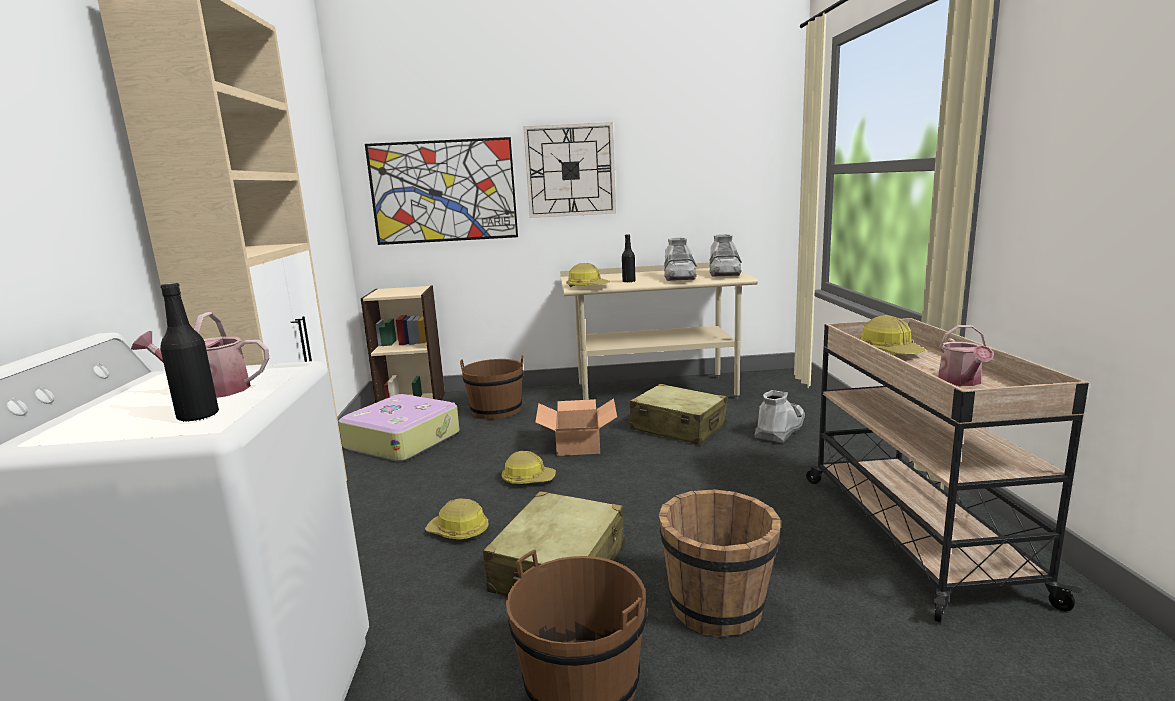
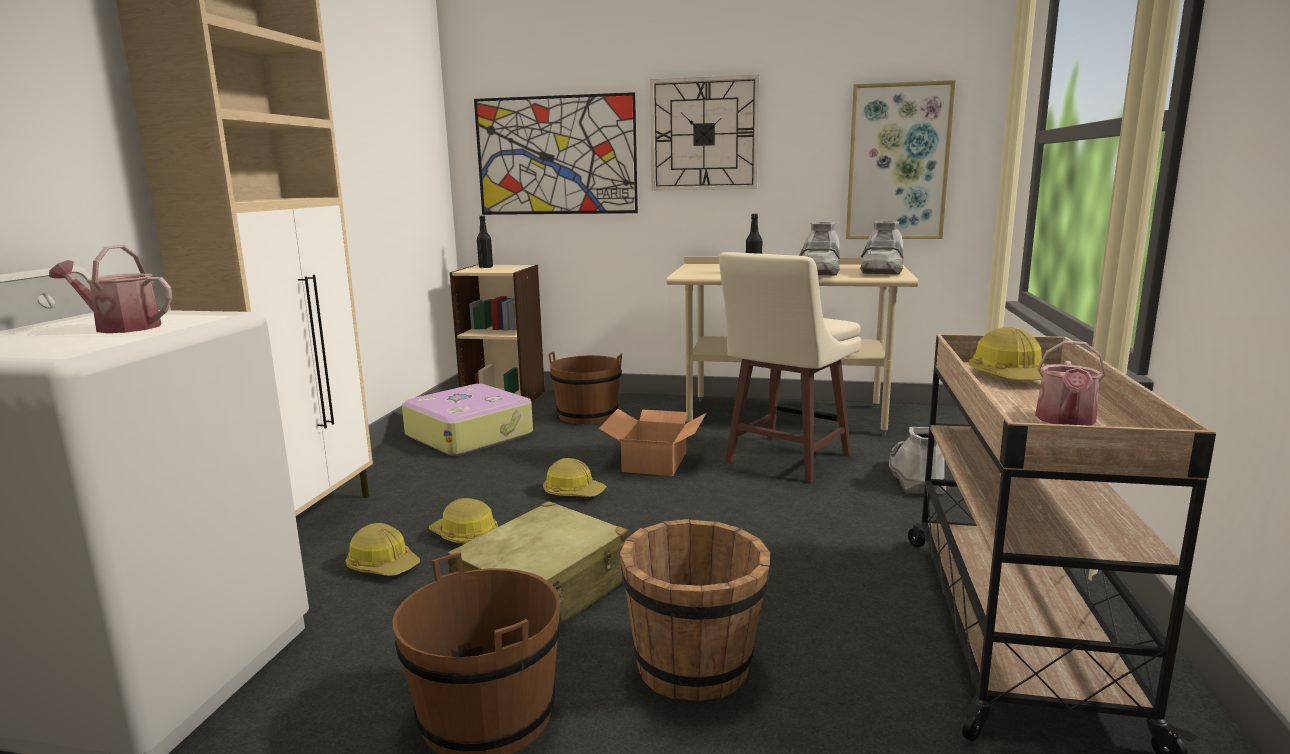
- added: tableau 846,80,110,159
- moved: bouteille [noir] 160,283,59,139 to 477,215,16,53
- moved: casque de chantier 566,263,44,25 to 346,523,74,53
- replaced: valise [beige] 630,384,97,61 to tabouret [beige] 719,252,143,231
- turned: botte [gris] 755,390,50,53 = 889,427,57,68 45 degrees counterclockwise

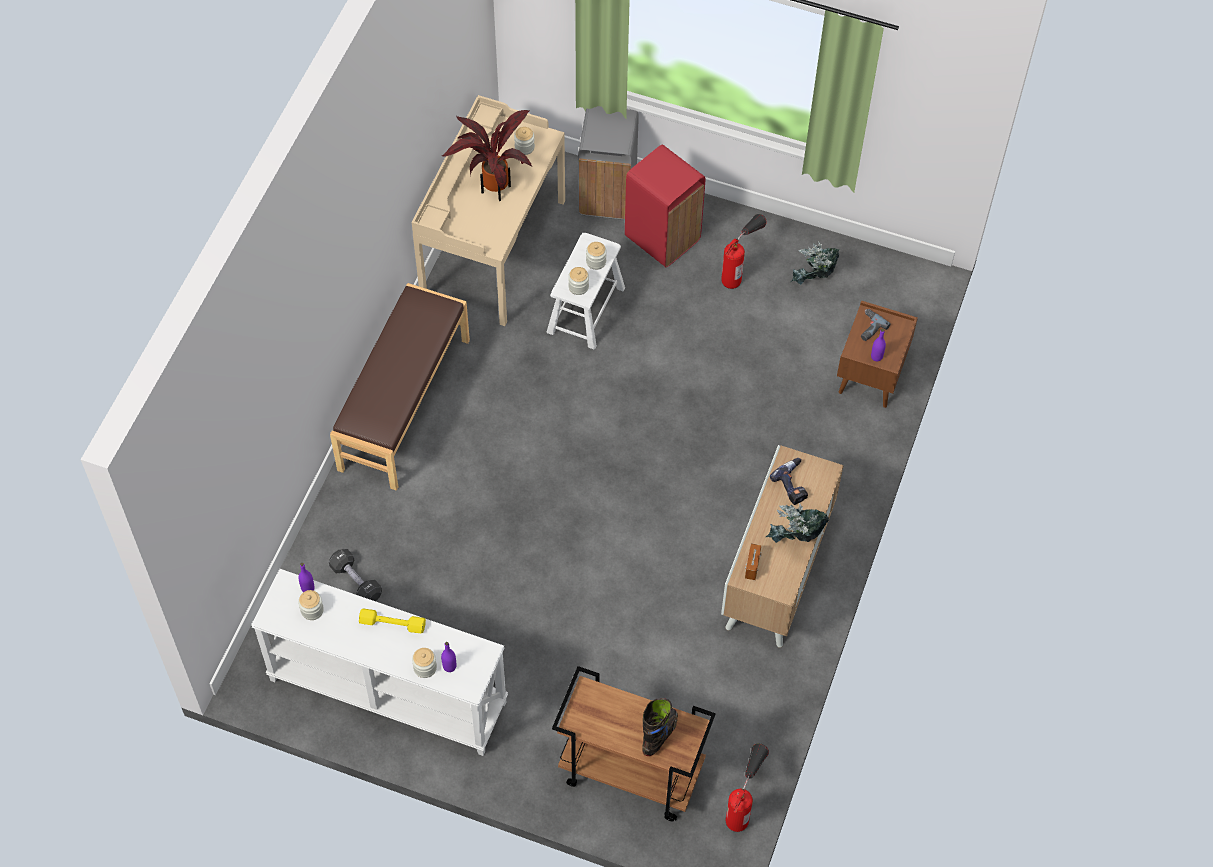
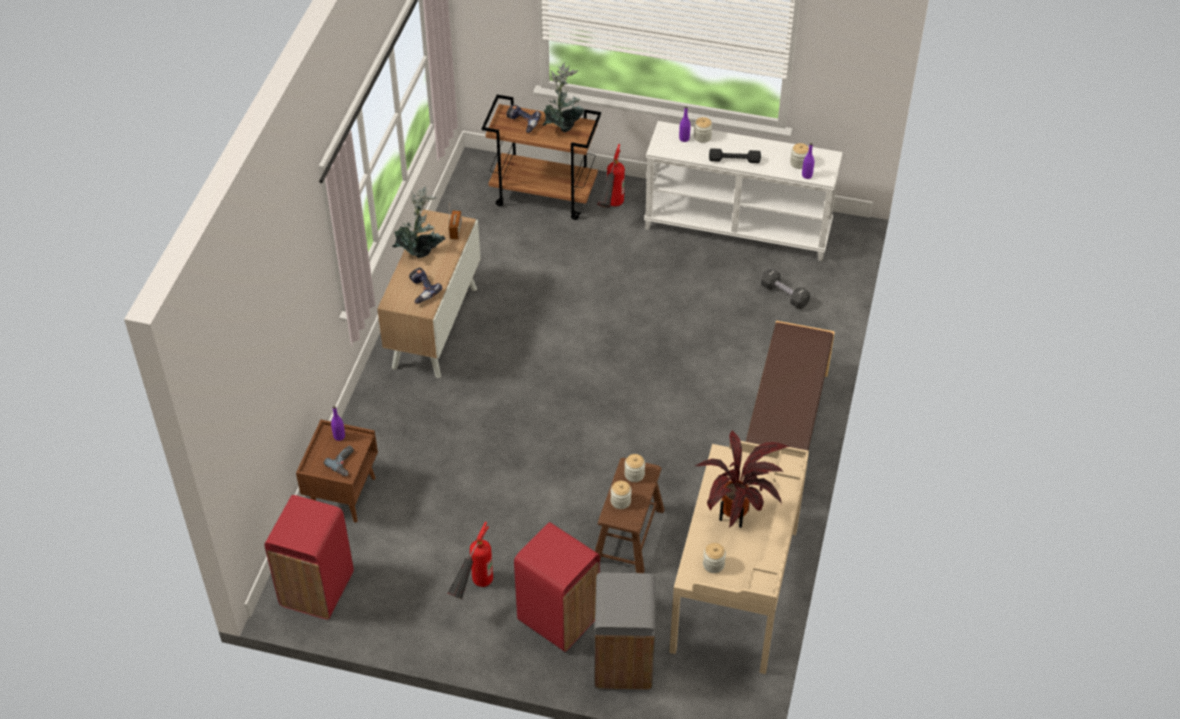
- added: poubelle [rouge] 265,495,89,124
- moved: extincteur 725,743,44,89 to 597,144,28,64
- moved: plante en pot 791,241,48,44 to 542,62,43,71
- replaced: botte [noir] 642,698,36,58 to perceuse 507,104,34,29
- recoloured: haltère [jaune] 359,608,67,25 to haltère [noir] 709,148,52,15
- recoloured: tabouret [blanc] 547,233,78,116 to tabouret [marron] 595,458,69,115

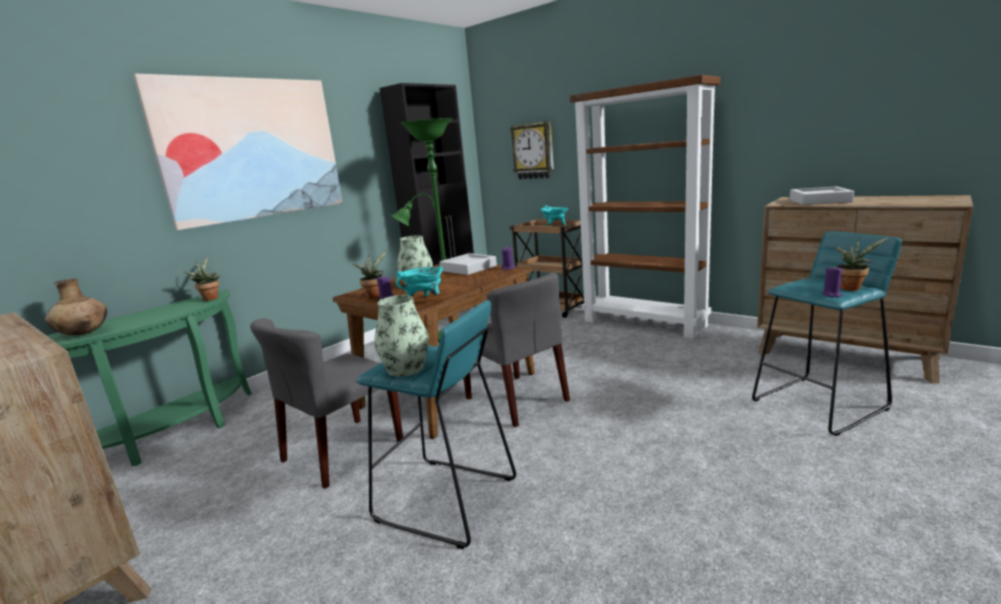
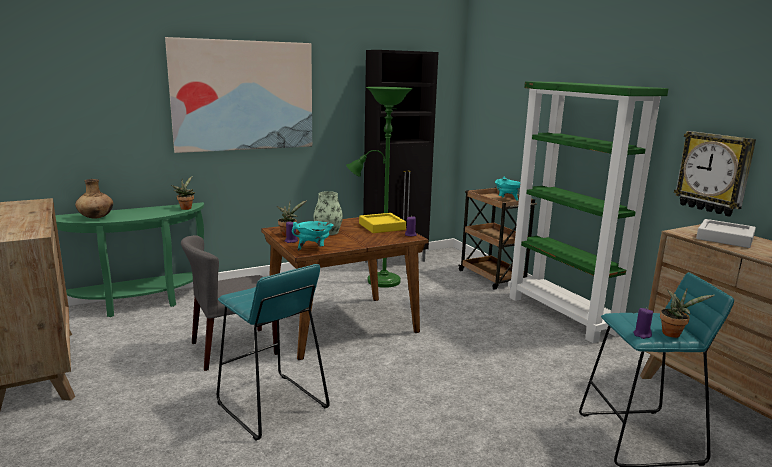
- removed: vase 374,295,55,82
- removed: chaise [gris] 463,273,107,154
- moved: horloge murale 510,121,44,58 to 674,131,82,86
- recoloured: plateau [gris] 440,253,57,22 to plateau [jaune] 359,213,47,20
- recoloured: bibliothèque [marron] 570,75,151,264 to bibliothèque [vert] 508,81,160,262

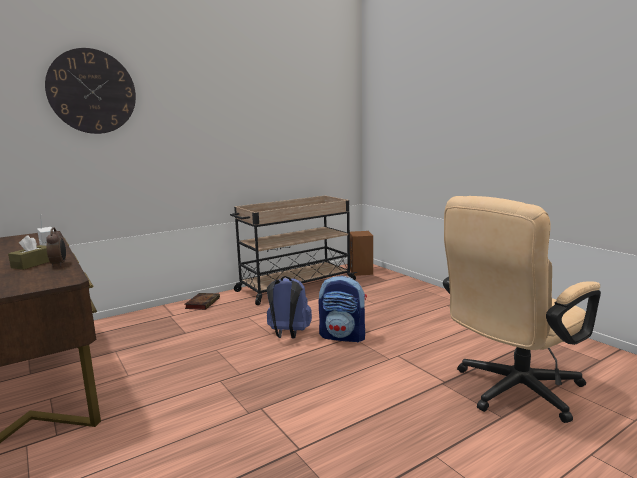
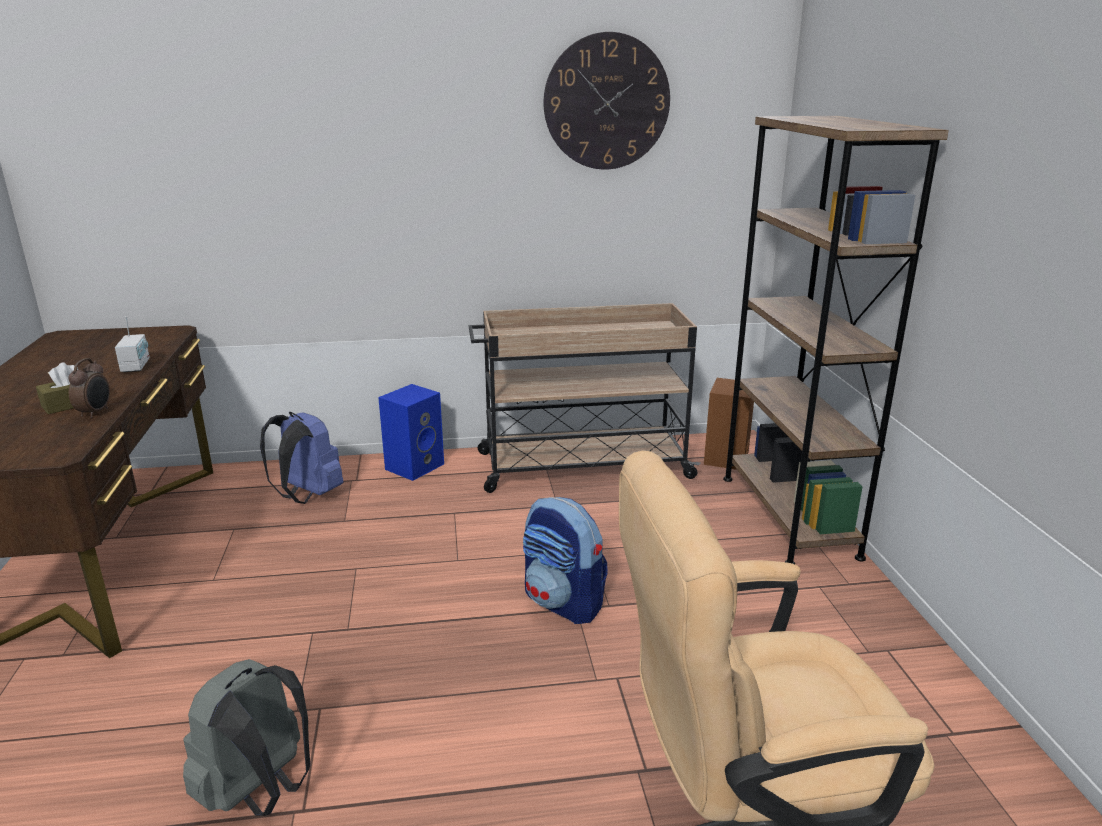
- added: sac à dos [gris] 183,659,127,157
- added: bibliothèque [marron] 723,116,226,448
- moved: horloge murale 45,48,91,86 to 544,32,126,138
- moved: sac à dos [bleu] 267,276,45,63 to 260,412,84,92
- replaced: livre 184,293,36,17 to enceinte [bleu] 378,384,66,97

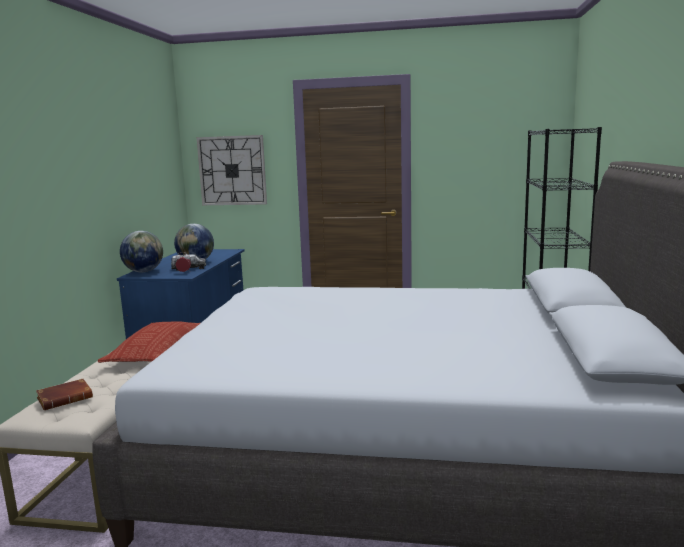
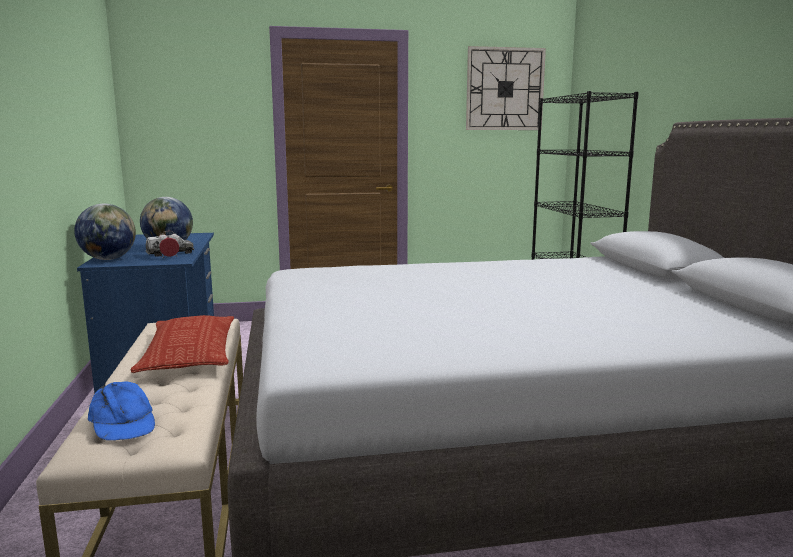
- moved: horloge murale 196,135,71,70 to 466,46,80,84
- replaced: livre [marron] 36,379,57,31 to casquette [bleu] 88,382,67,58

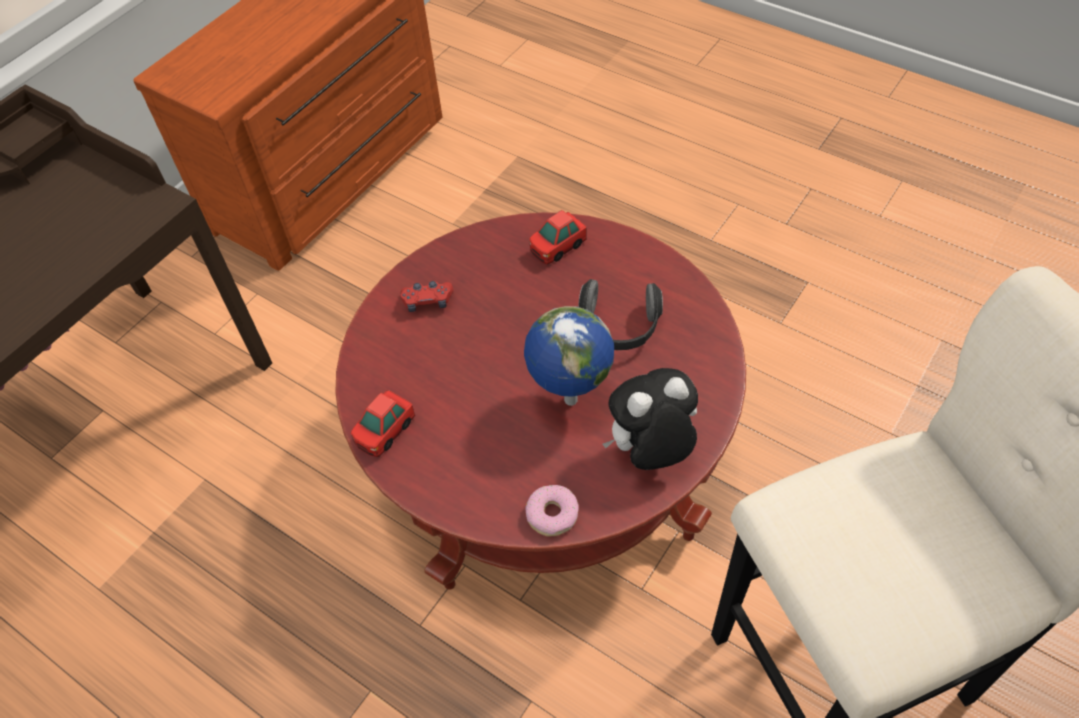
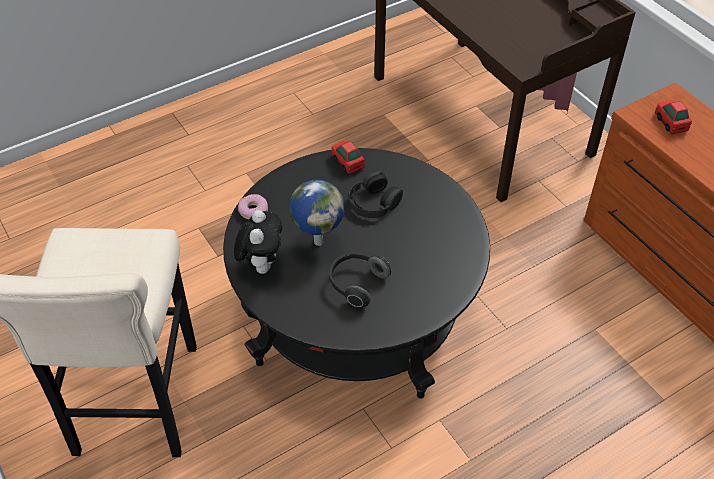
- removed: manette [rouge] 400,281,53,31
- added: casque audio [noir] 349,171,54,47
- moved: petite voiture 529,210,57,54 to 655,100,37,34
- recoloured: table basse [rouge] 335,212,411,378 to table basse [noir] 223,148,267,251

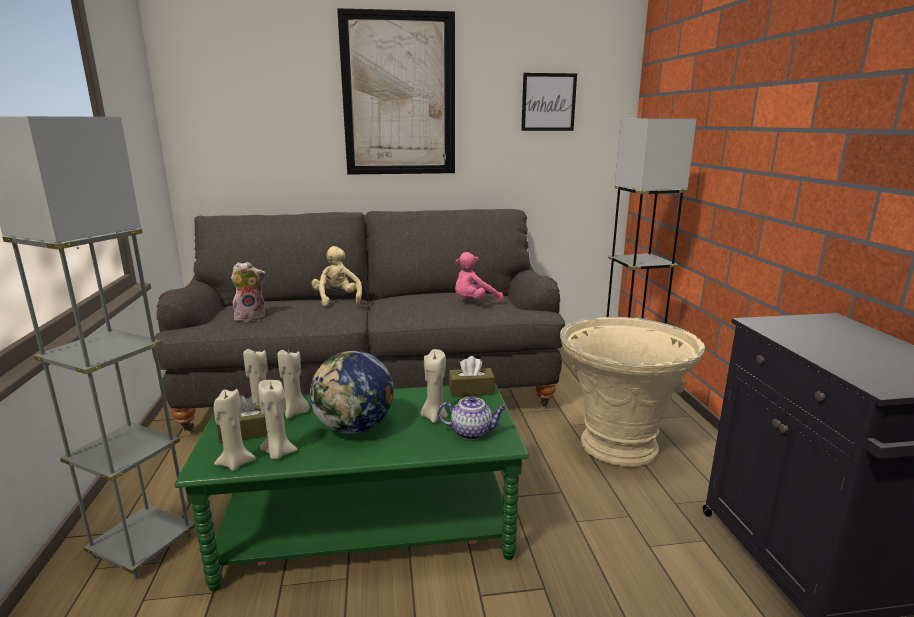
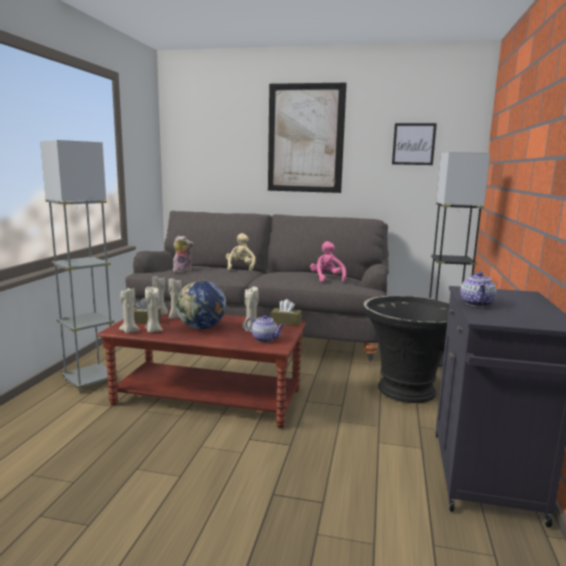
- added: théière 460,272,37,35
- recoloured: table basse [vert] 175,383,354,208 to table basse [marron] 97,310,209,118
- recoloured: cache-pot [beige] 560,317,145,150 to cache-pot [noir] 363,296,86,107
- turned: peluche [rose] 455,252,49,50 = 310,241,36,41 90 degrees clockwise

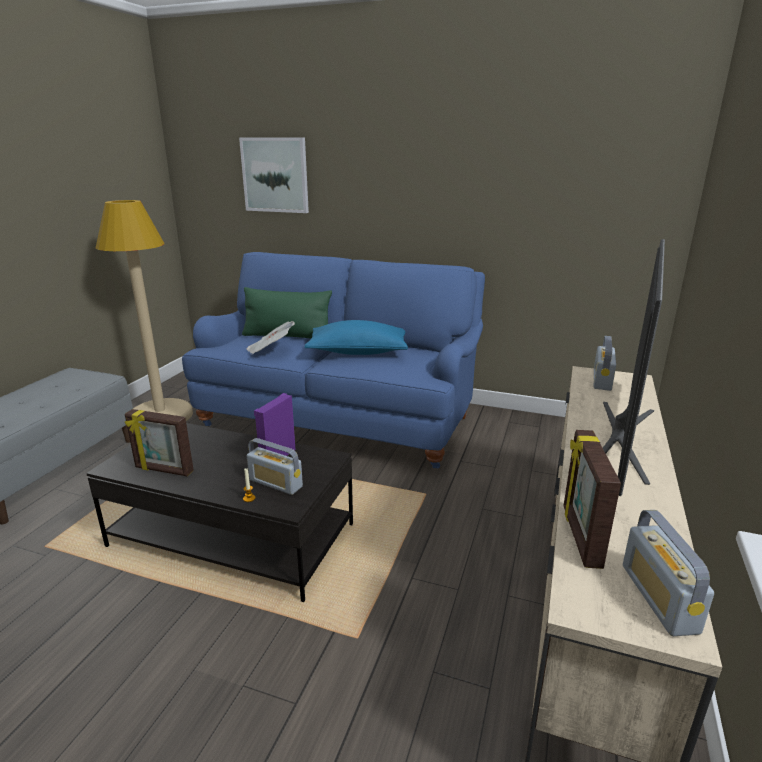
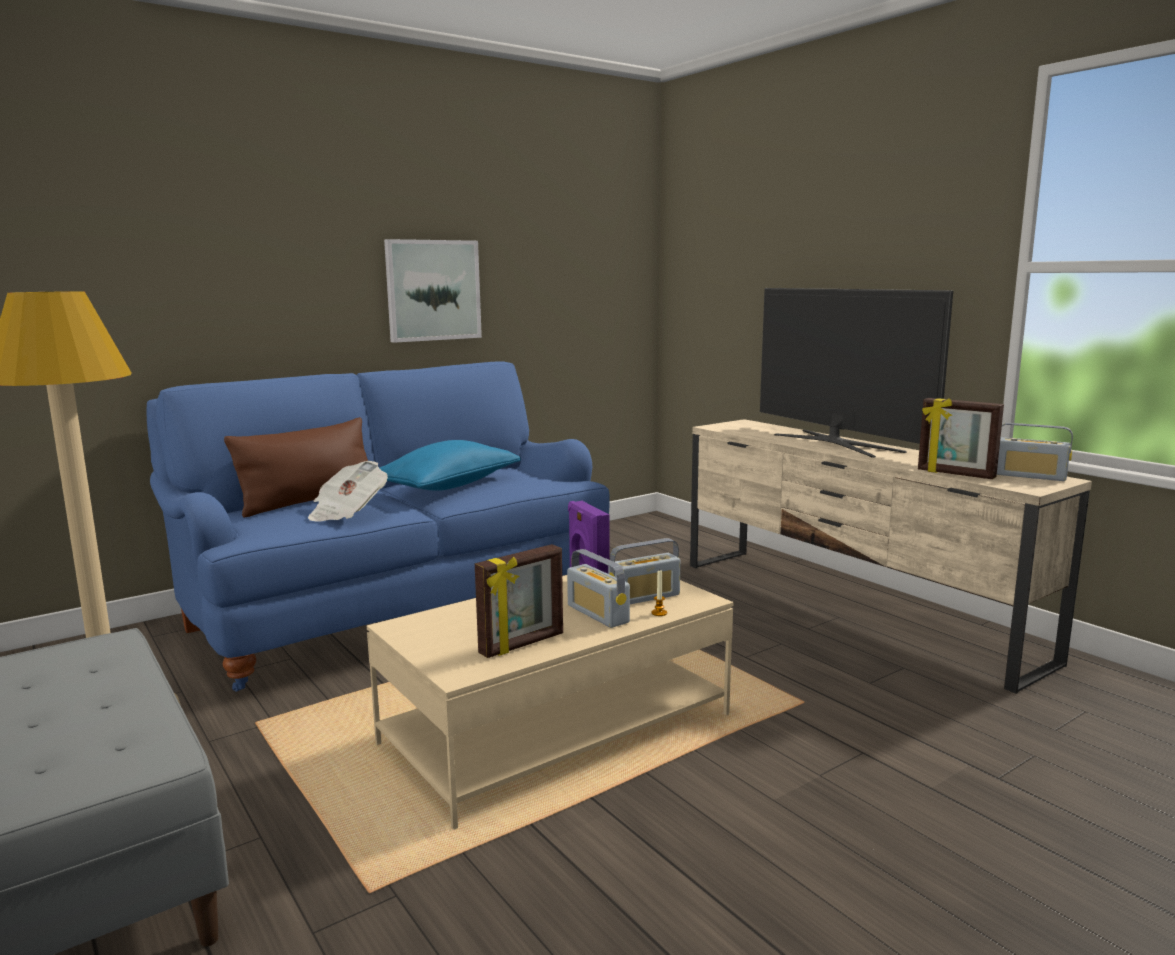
- moved: tableau 239,138,70,75 to 384,239,98,104
- moved: radio 594,336,22,55 to 567,549,63,79
- recoloured: table basse [noir] 86,423,267,179 to table basse [beige] 367,575,367,255
- recoloured: coussin [vert] 242,287,90,51 to coussin [marron] 224,417,144,100

